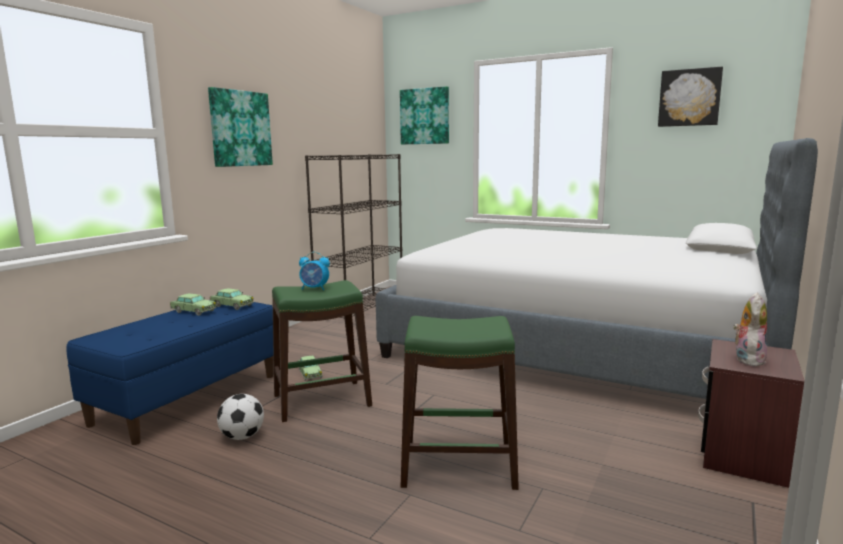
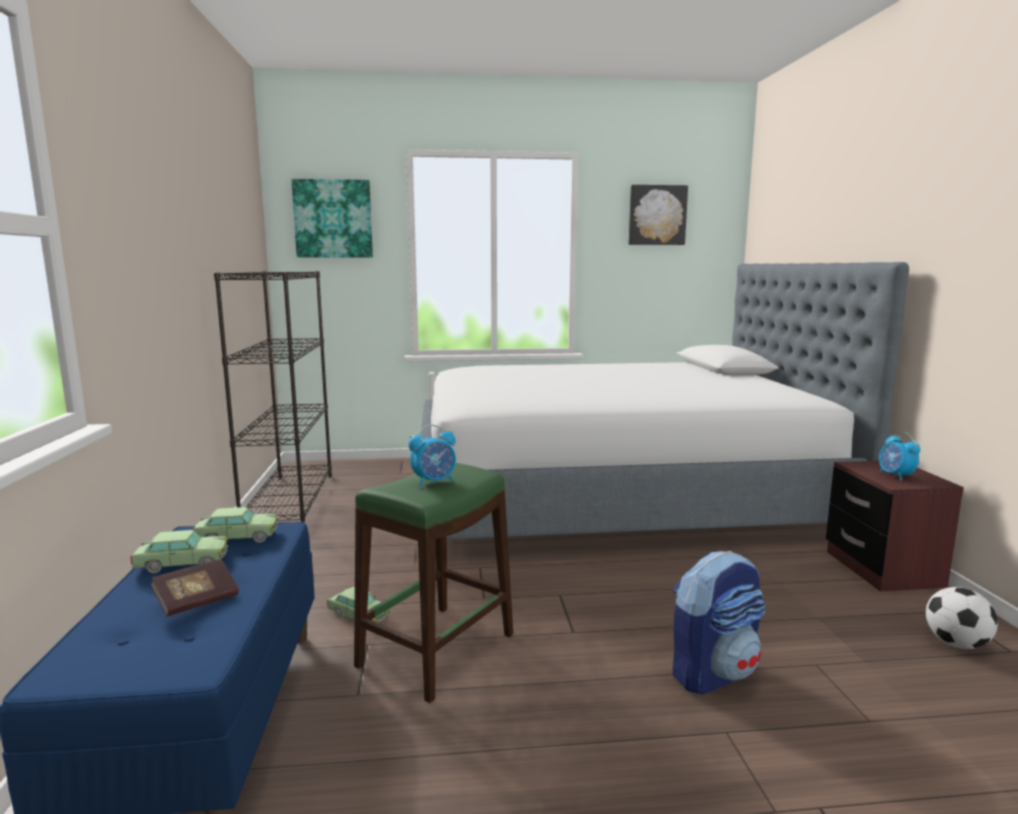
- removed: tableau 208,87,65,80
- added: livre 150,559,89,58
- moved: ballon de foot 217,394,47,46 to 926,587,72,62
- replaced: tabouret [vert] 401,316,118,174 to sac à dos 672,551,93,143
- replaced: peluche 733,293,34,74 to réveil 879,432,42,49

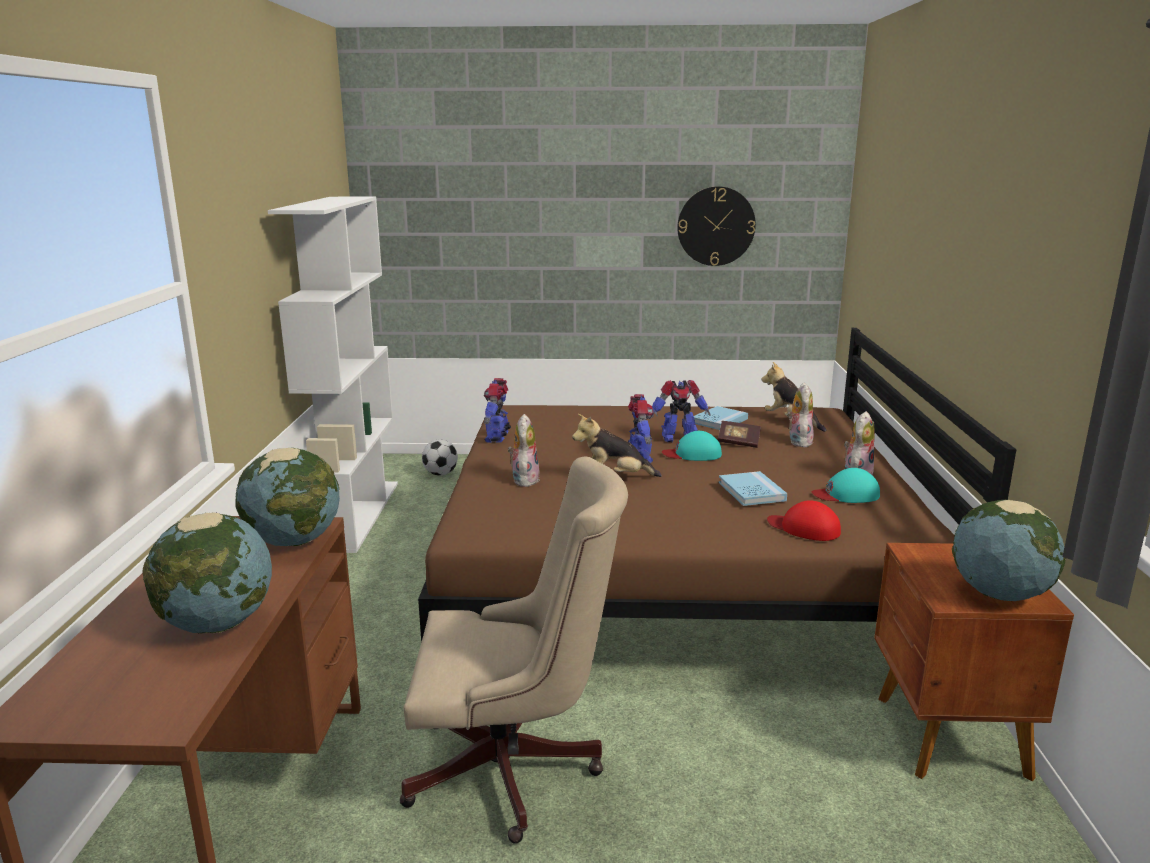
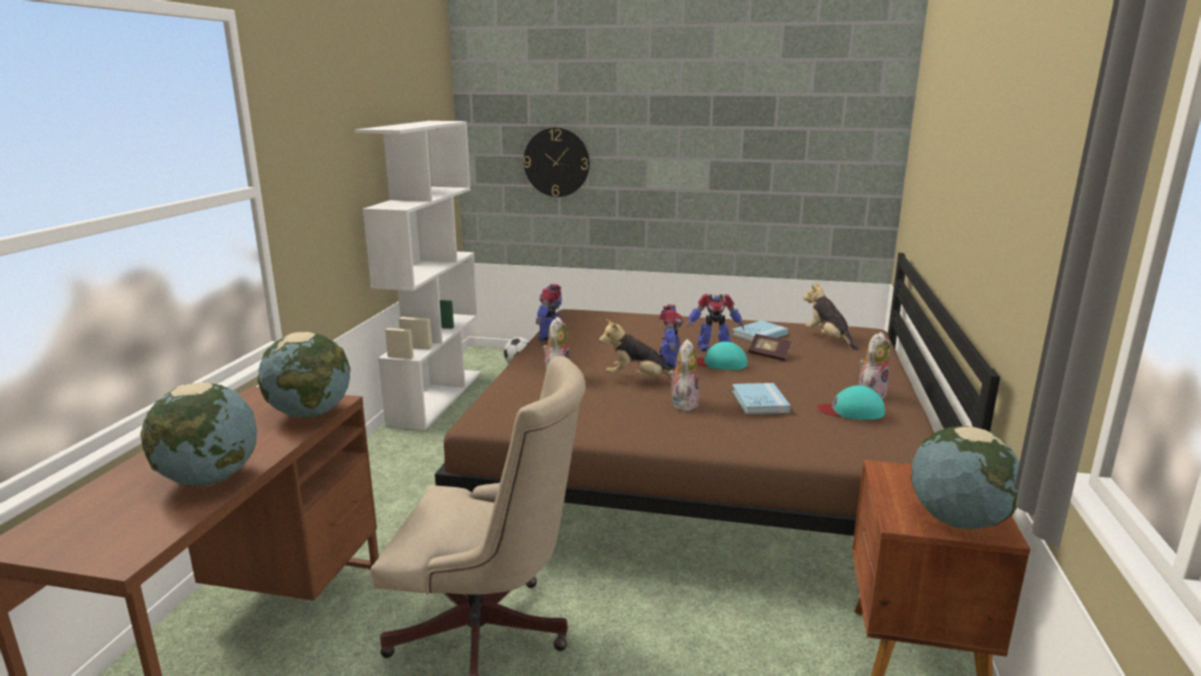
- removed: casquette [rouge] 767,500,74,41
- moved: horloge murale 677,186,79,80 to 523,128,67,69
- moved: peluche 787,383,27,64 to 669,339,30,72

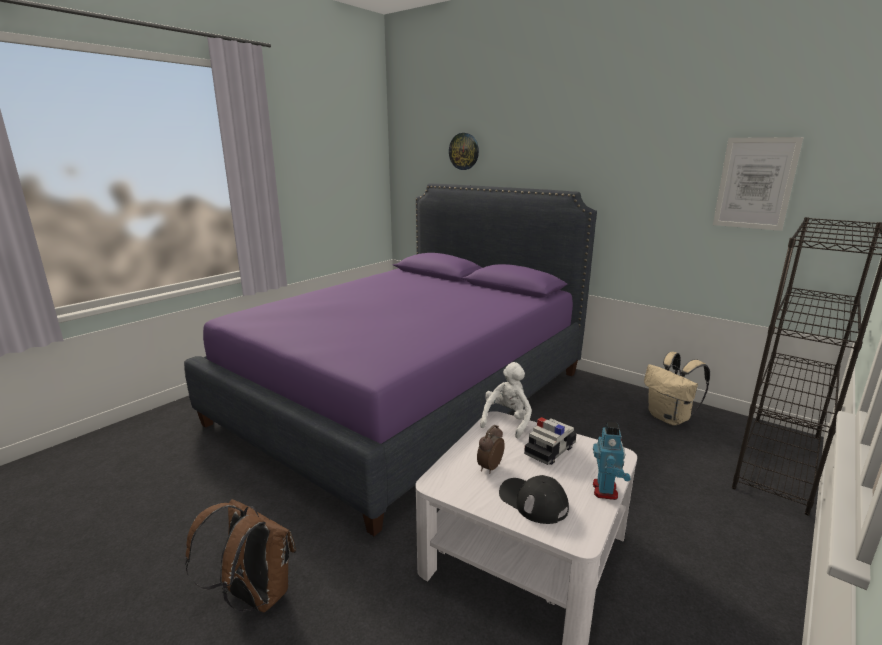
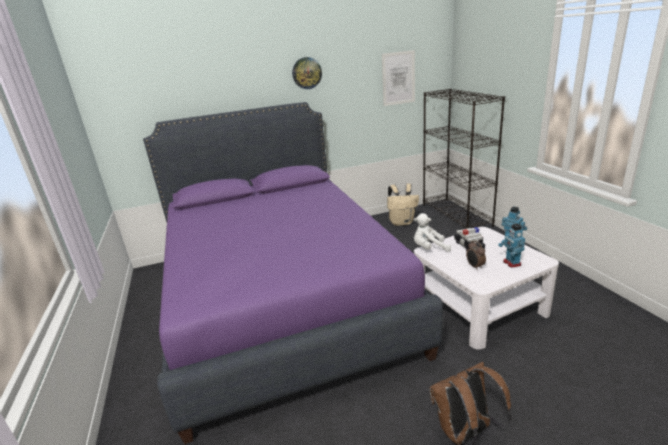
- moved: horloge murale 449,133,30,37 to 292,57,30,32
- replaced: casquette [noir] 499,475,70,49 to robot jouet 498,223,27,45
- turned: peluche [blanc] 480,362,52,76 = 414,213,37,39 60 degrees counterclockwise

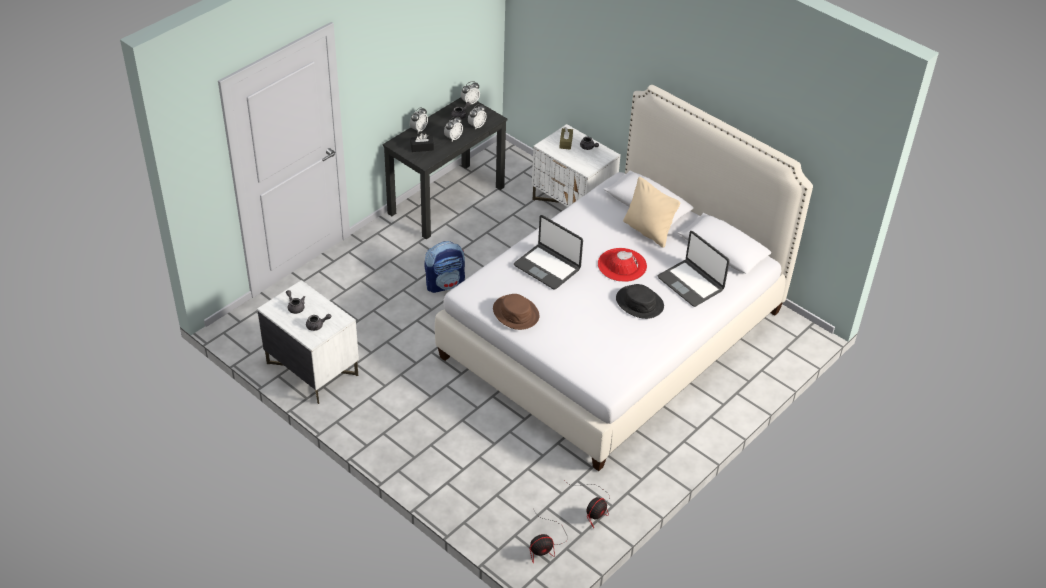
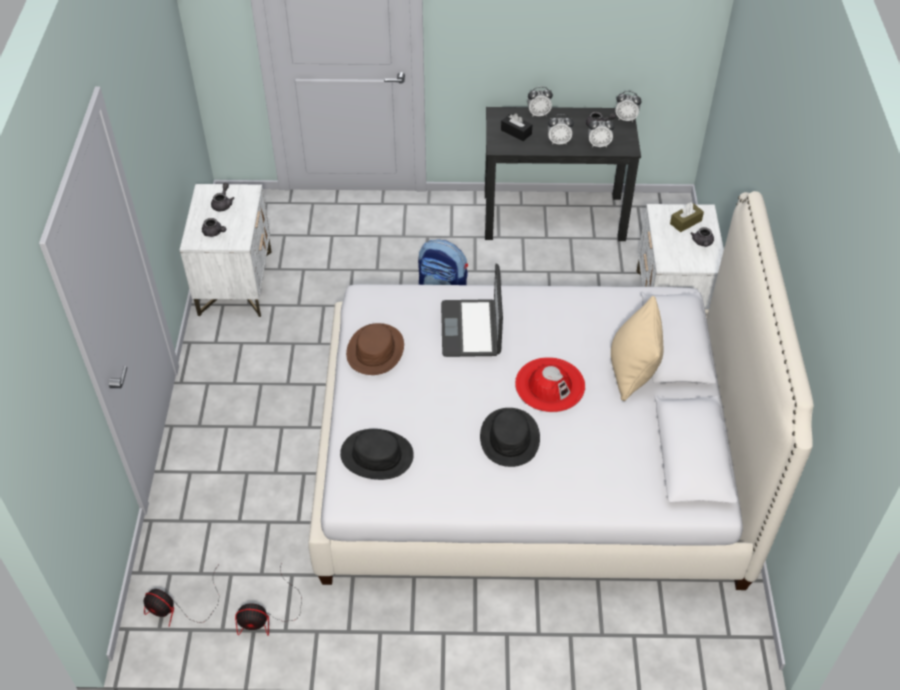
- removed: ordinateur portable 658,231,72,76
- added: chapeau [noir] 340,429,74,51

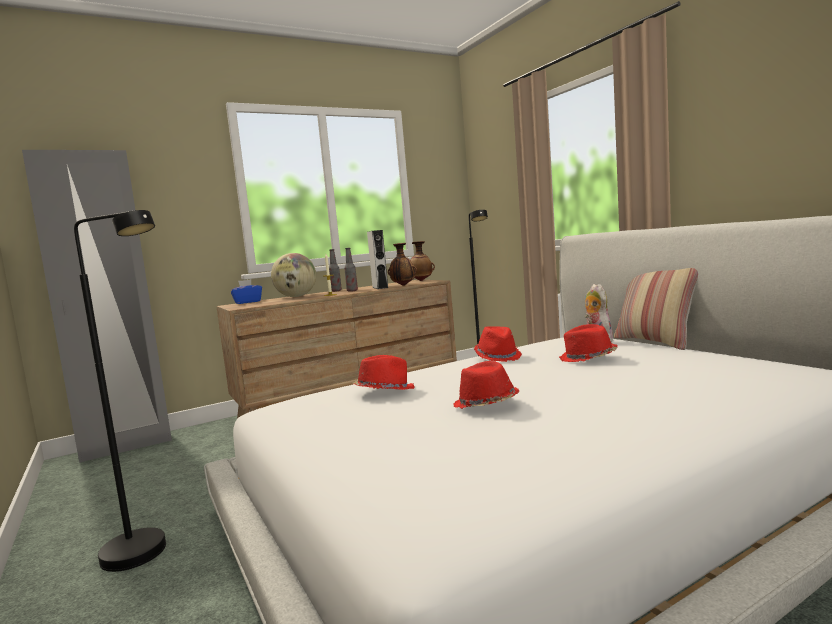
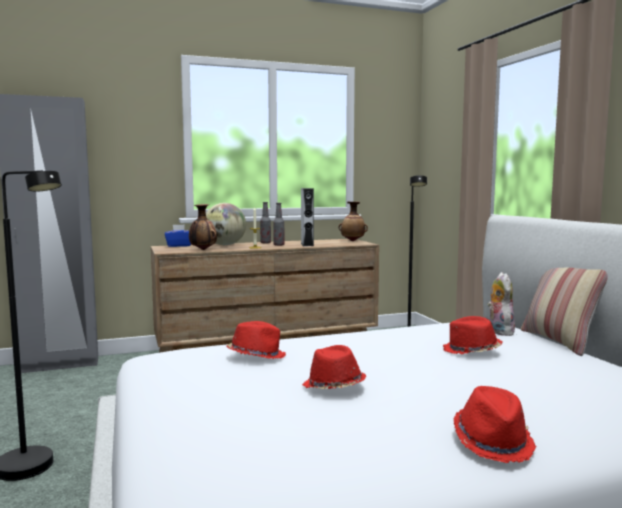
- moved: vase 388,243,29,43 to 189,204,28,46
- moved: chapeau [rouge] 474,326,48,36 to 453,386,84,77

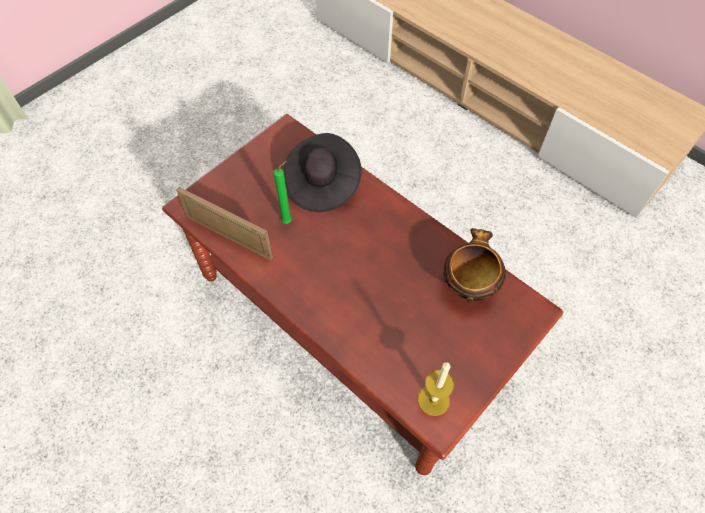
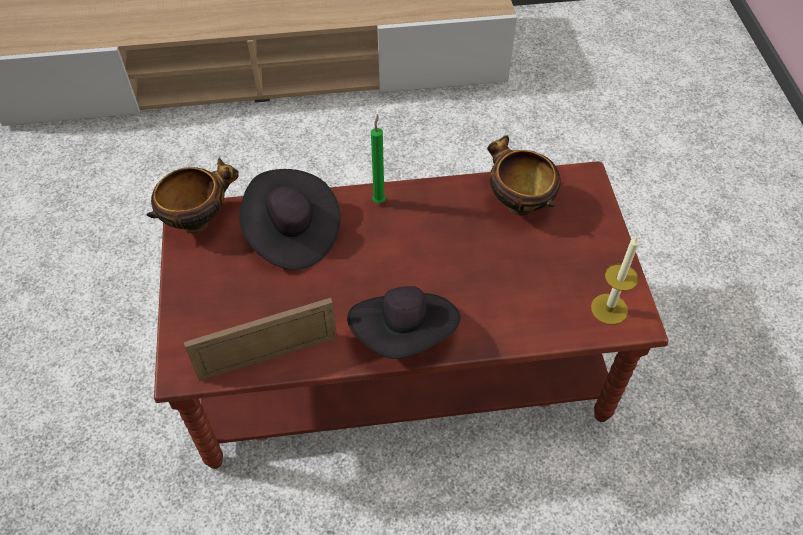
- added: bol 146,157,93,76
- added: chapeau [noir] 347,286,113,73
- moved: bougie [vert] 274,161,18,63 to 371,114,15,89

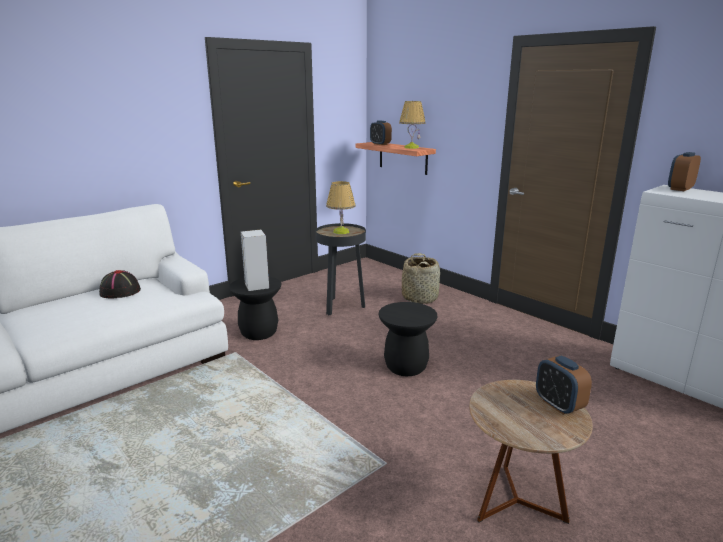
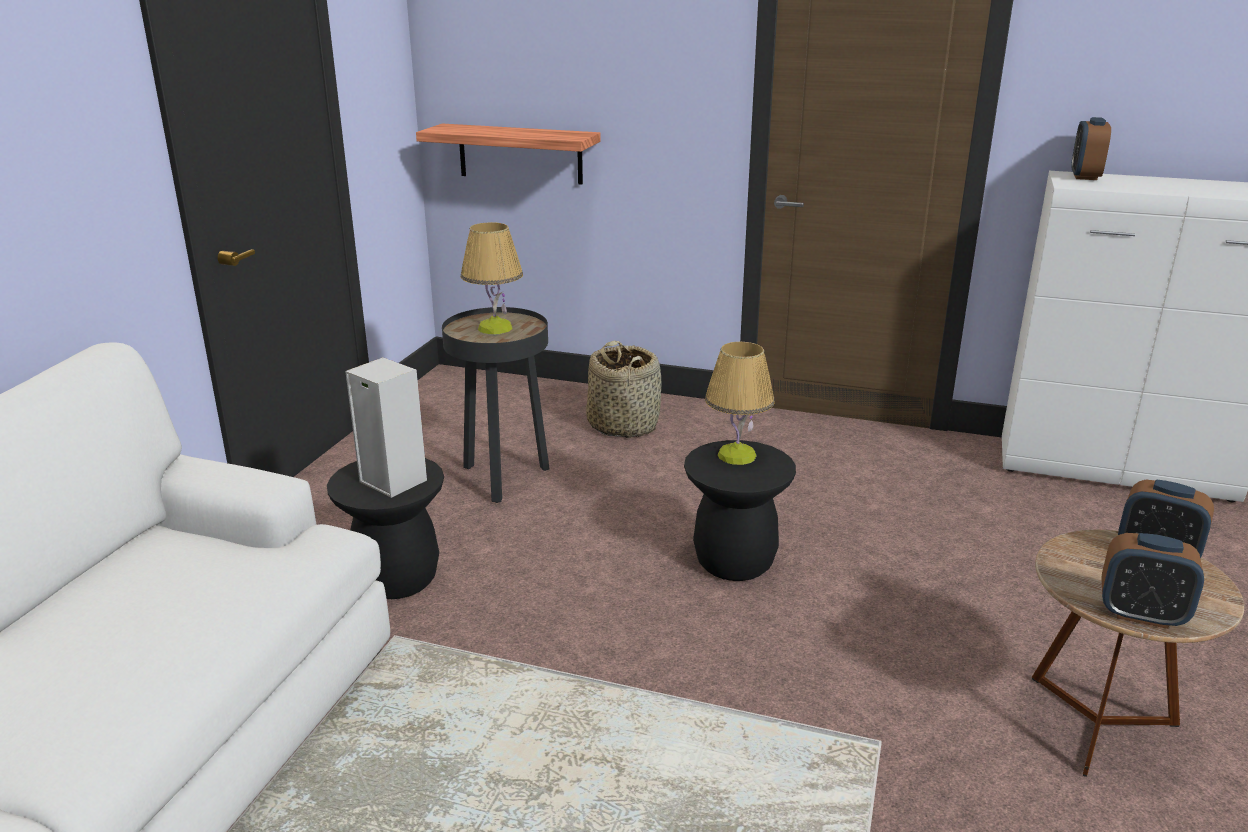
- removed: chapeau [noir] 99,270,42,28
- moved: réveil 370,120,22,25 to 1102,533,102,96
- moved: lampe de table 399,101,27,48 to 705,342,70,123

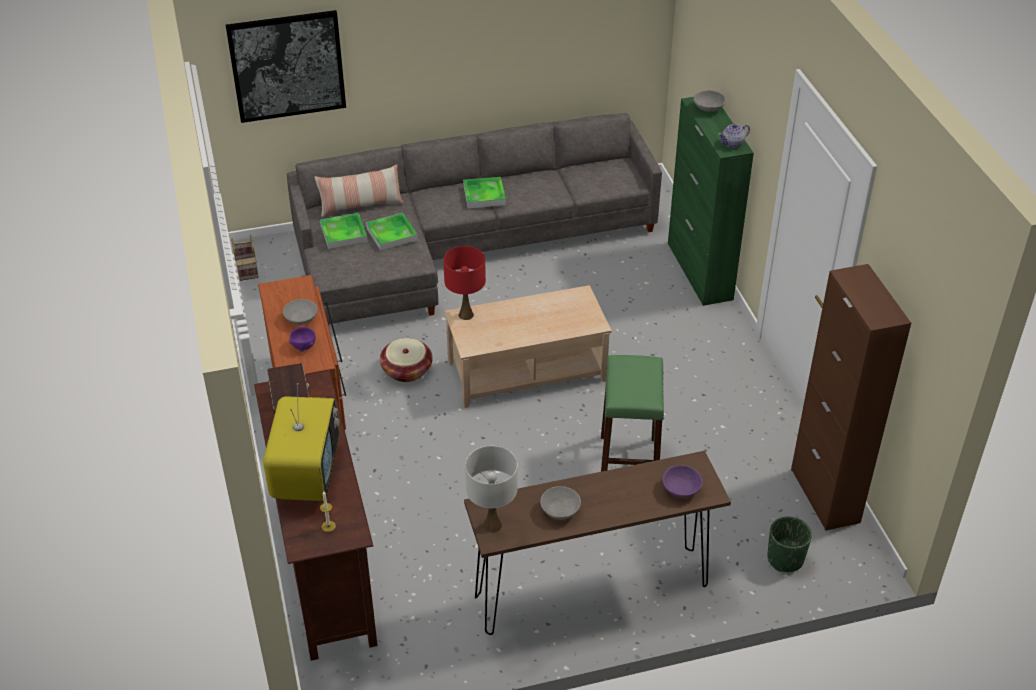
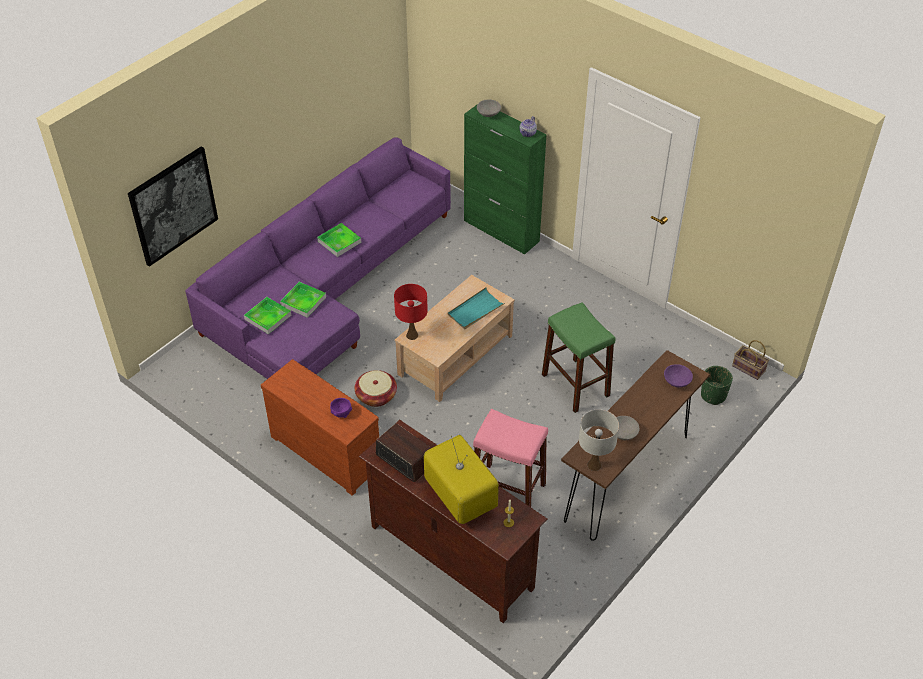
- removed: bol [gris] 283,299,34,26
- removed: coussin 315,164,89,53
- removed: meuble de rangement [marron] 791,264,120,267
- added: plateau [turquoise] 448,287,57,42
- added: tabouret [rose] 473,409,75,98
- moved: panier 231,234,27,47 to 732,340,37,40
- recoloured: canapé [gris] 287,113,375,213 to canapé [violet] 185,137,266,242

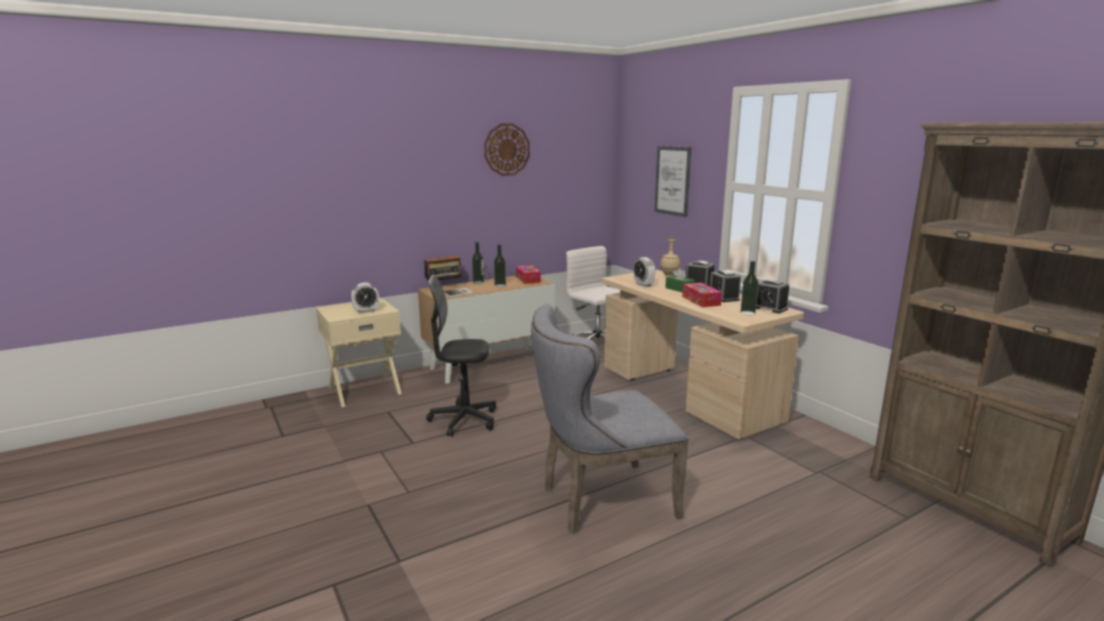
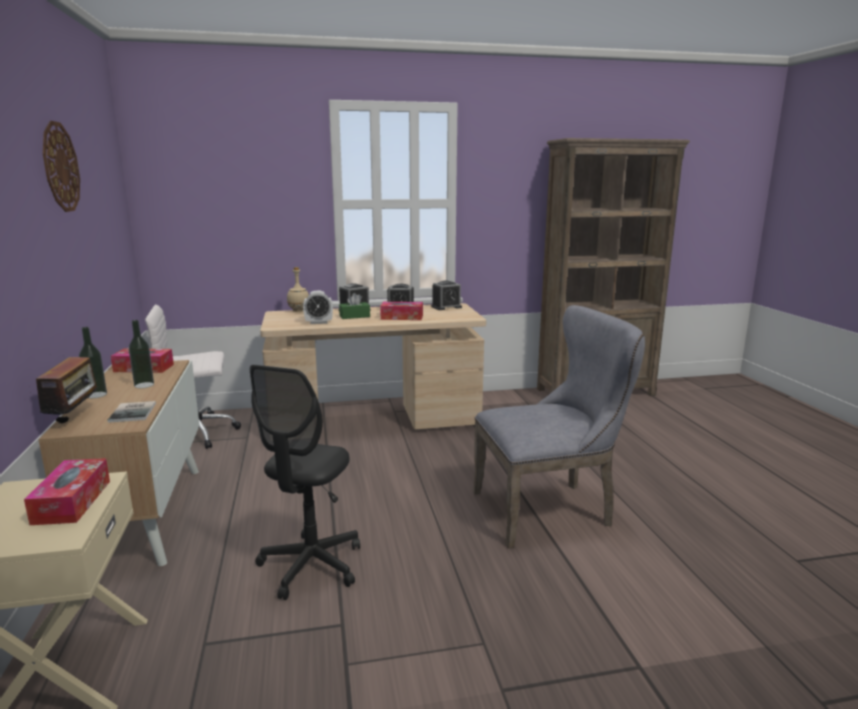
- removed: tableau 654,146,38,71
- removed: bouteille 740,261,19,54
- replaced: réveil 351,282,28,31 to boîte à mouchoirs 24,458,86,67
- turned: chaise [gris] 531,304,158,230 = 473,305,172,243 105 degrees counterclockwise

